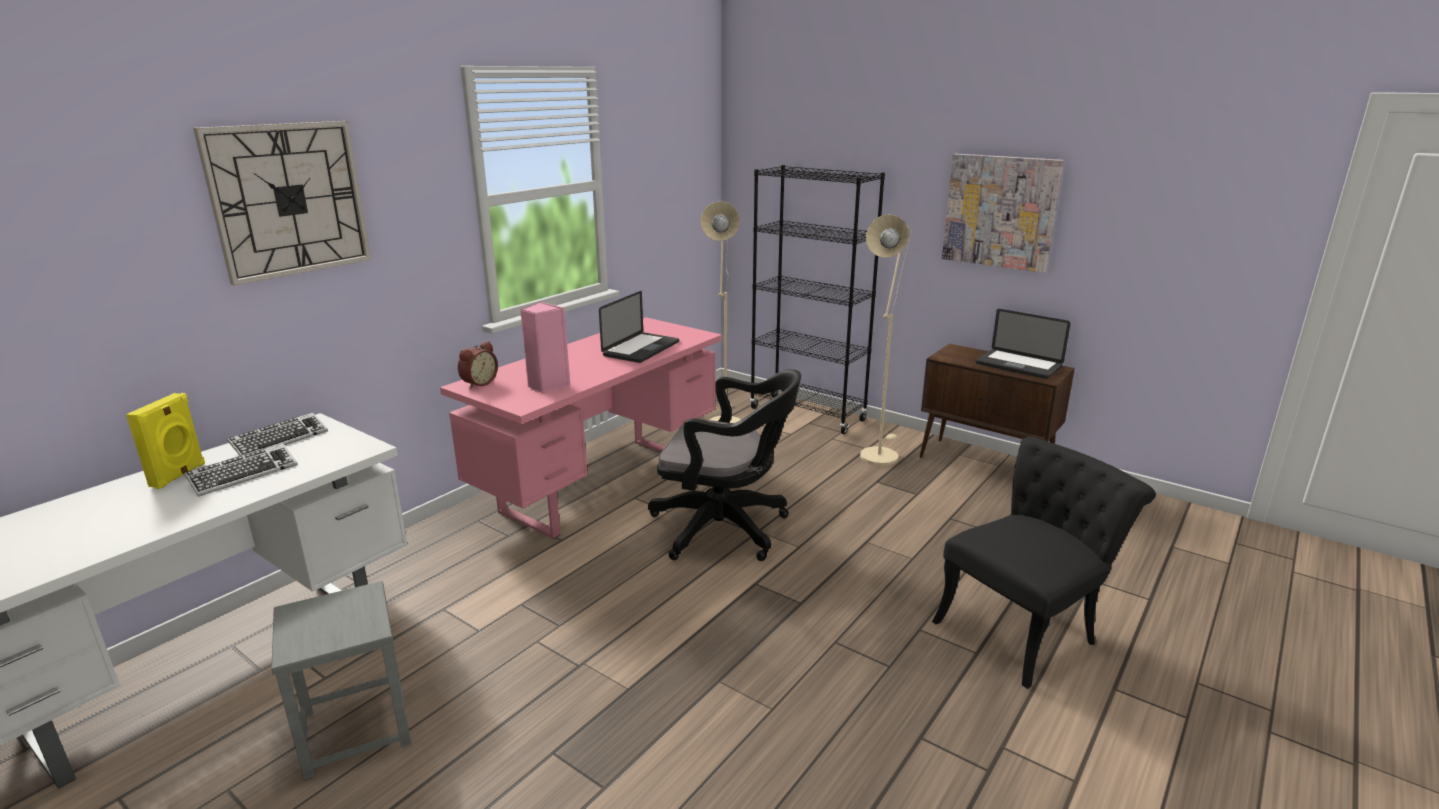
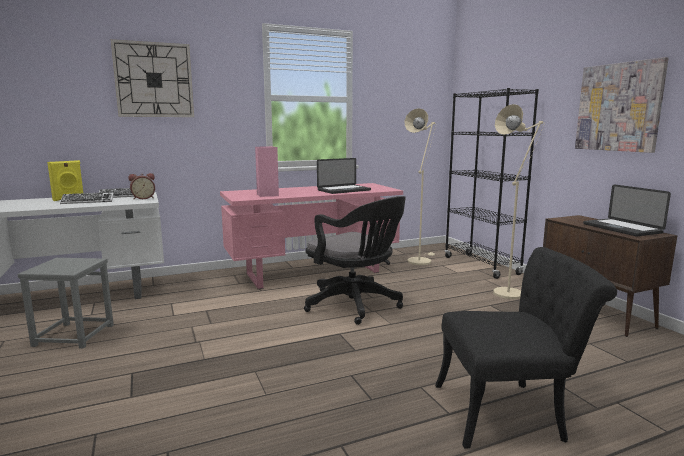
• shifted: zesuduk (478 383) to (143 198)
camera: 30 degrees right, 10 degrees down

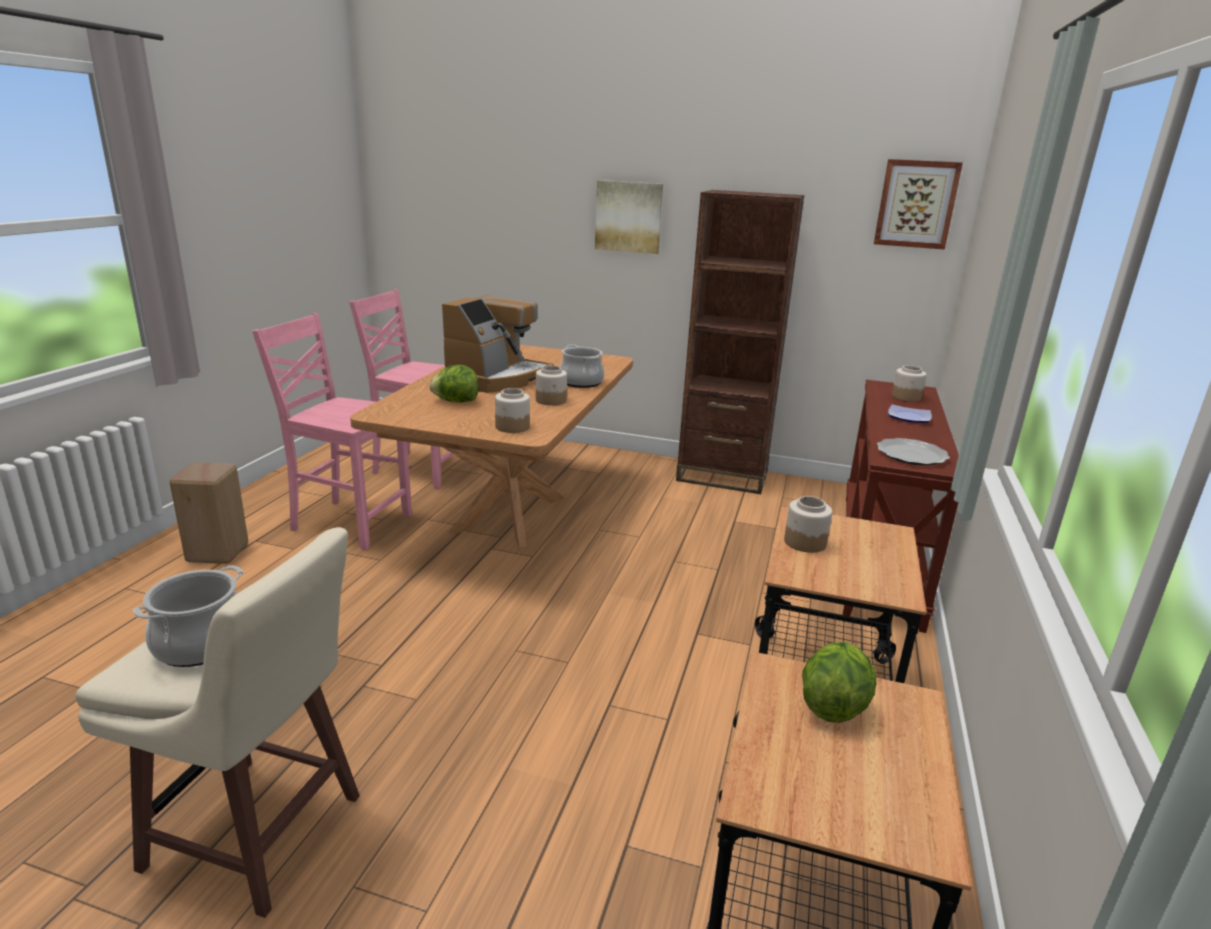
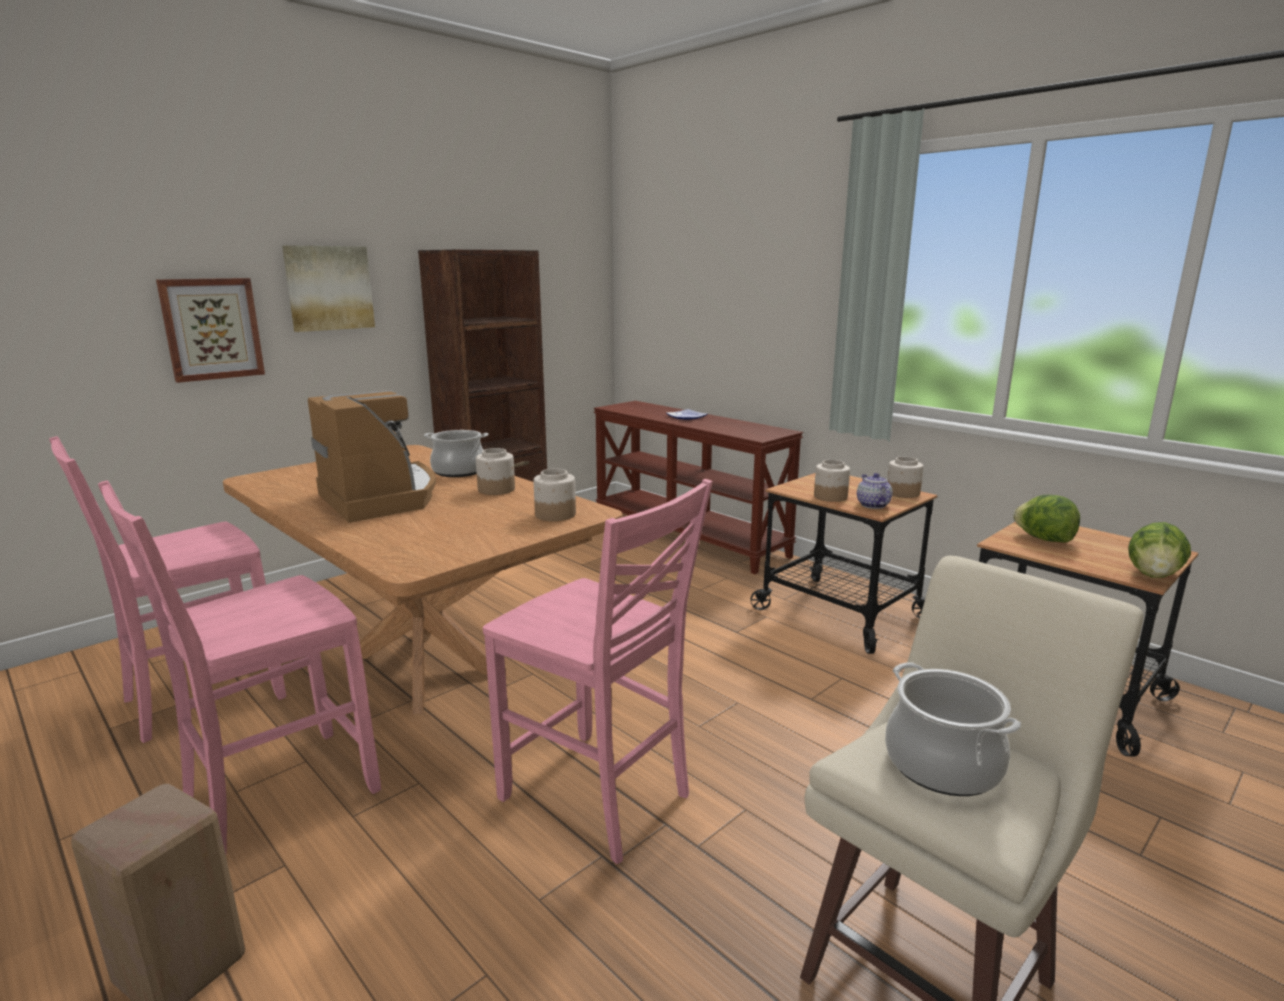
• gone: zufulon (911 455)
• new: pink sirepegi (598 797)
• new: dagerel (872 505)
• shifted: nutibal (456 401) to (1153 575)
• shifted: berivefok (916 204) to (212 329)
• shifted: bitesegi (905 397) to (902 493)
camera: 60 degrees left, 5 degrees down

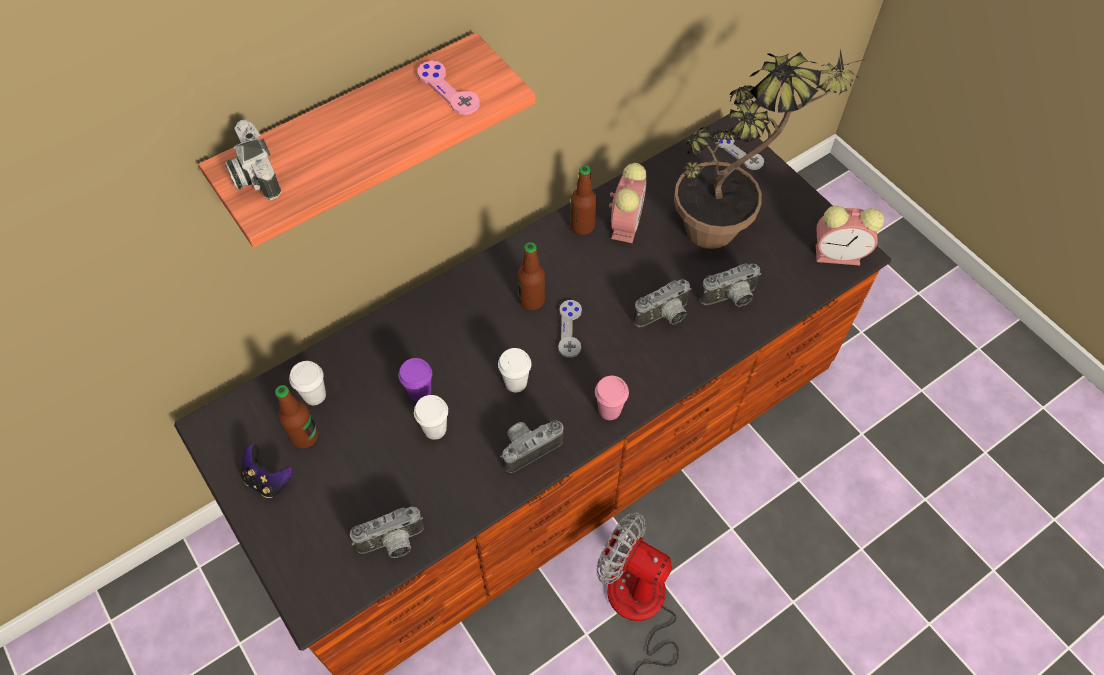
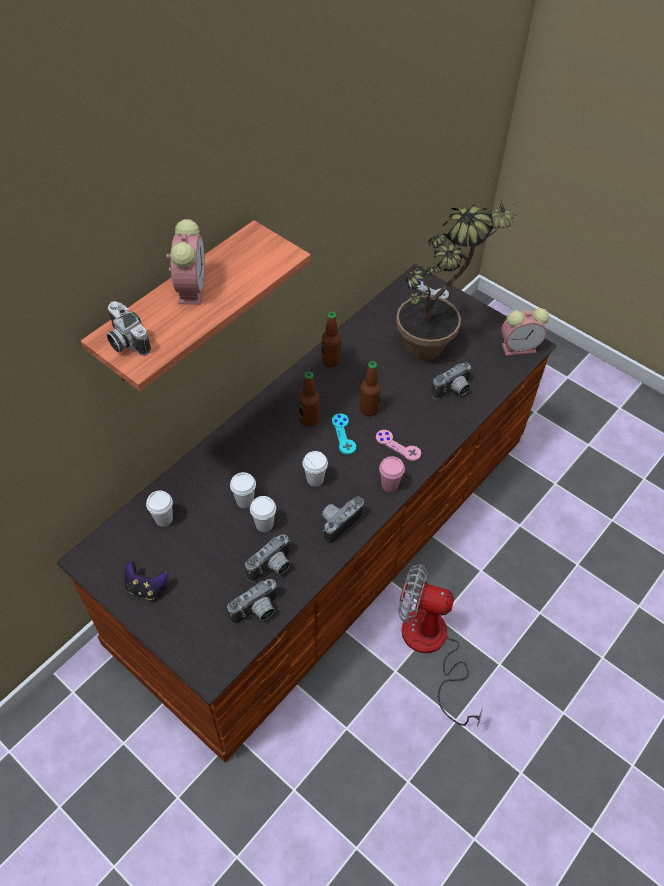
• shifted: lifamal (304 436) to (369 409)
• shifted: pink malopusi (448 89) to (398 446)
• shifted: zesuduk (626 223) to (191 287)
• shifted: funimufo (664 317) to (273 568)
• repainted: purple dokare (420 392) to white dokare (245 501)
• repainted: grey malopusi (570 329) to turquoise malopusi (343 434)
camera: 15 degrees left, 5 degrees down

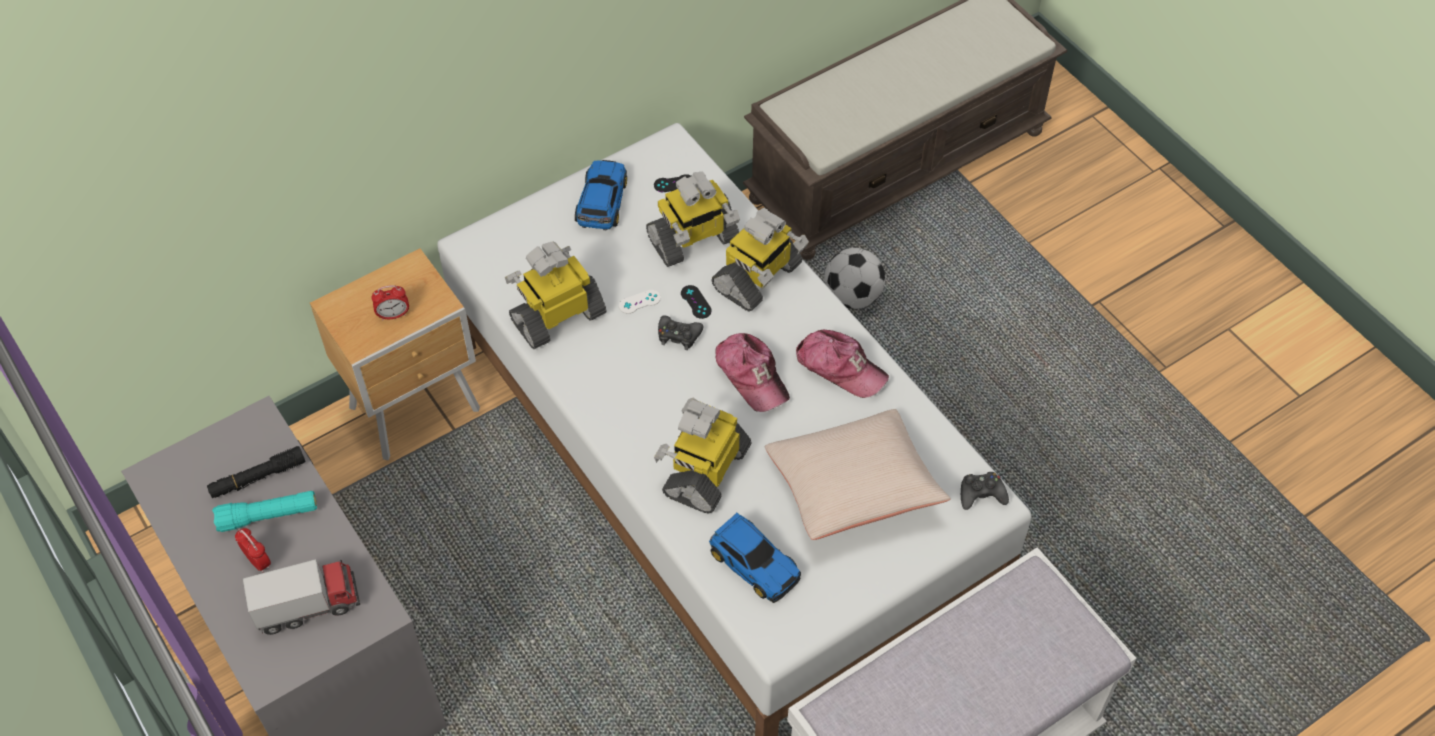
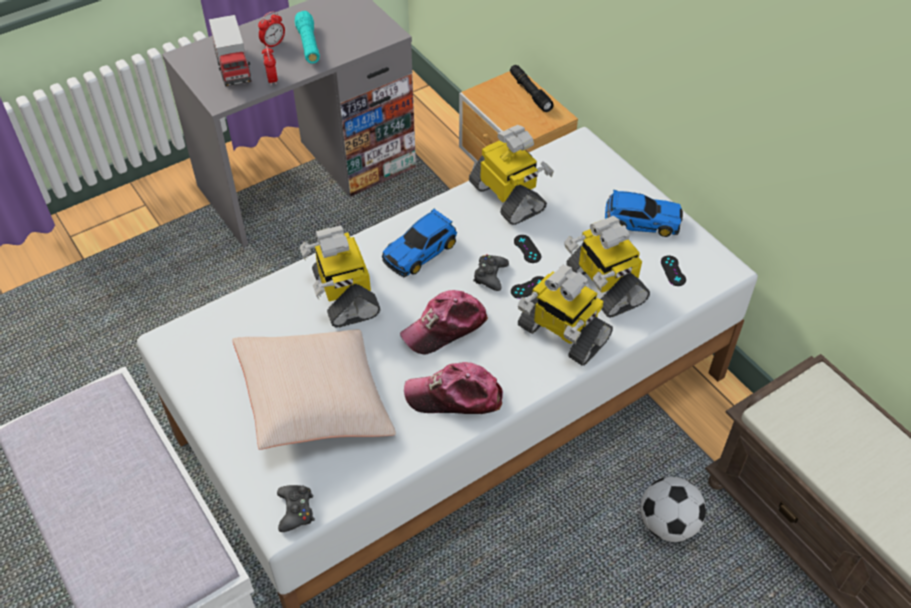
• shifted: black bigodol (258 478) to (530 92)
• shifted: zesuduk (393 315) to (272 79)
• shifted: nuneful (753 562) to (421 250)
• repainted: white malopusi (639 302) to black malopusi (527 249)
• rotated: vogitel (705 470) = (344 295) 135 degrees counterclockwise
• rotated: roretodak (840 367) = (454 396) 60 degrees clockwise
camera: 90 degrees right, 5 degrees down

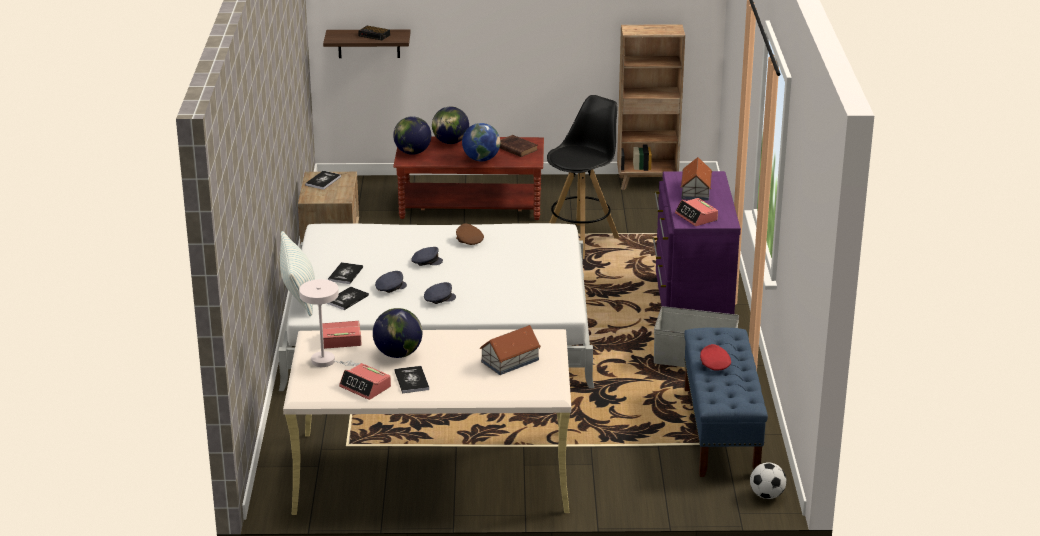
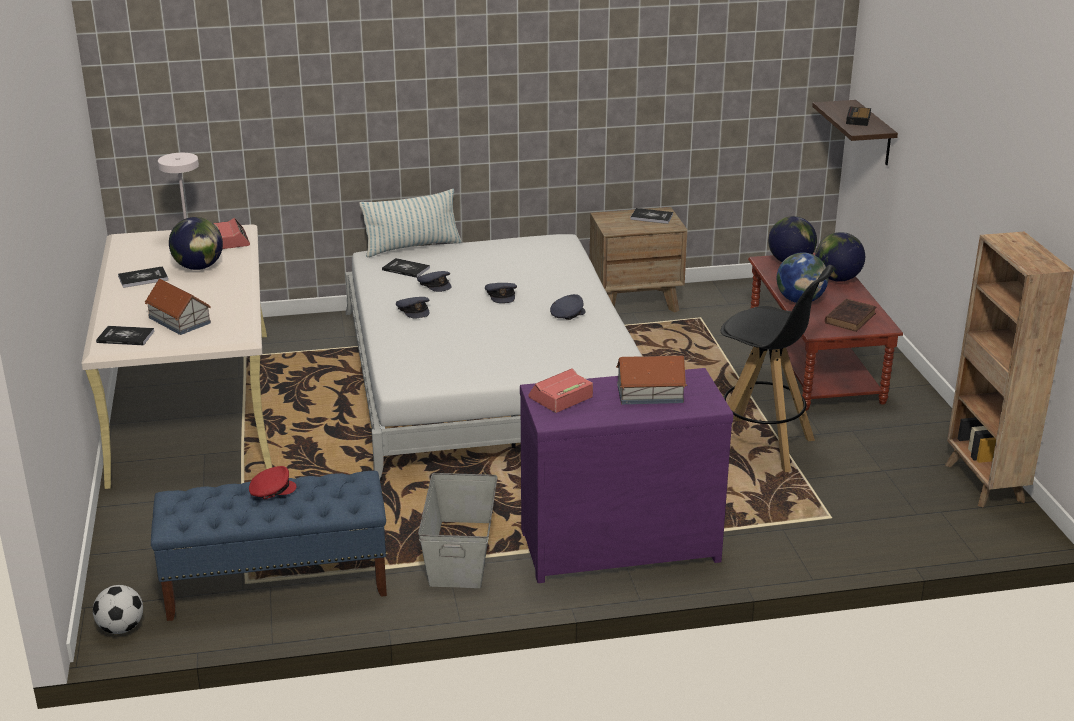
• gone: zesuduk (365 387)
• shifted: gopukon (345 274) to (125 337)
• repainted: brown roretodak (469 240) to grey roretodak (567 314)
camera: 80 degrees right, 0 degrees up

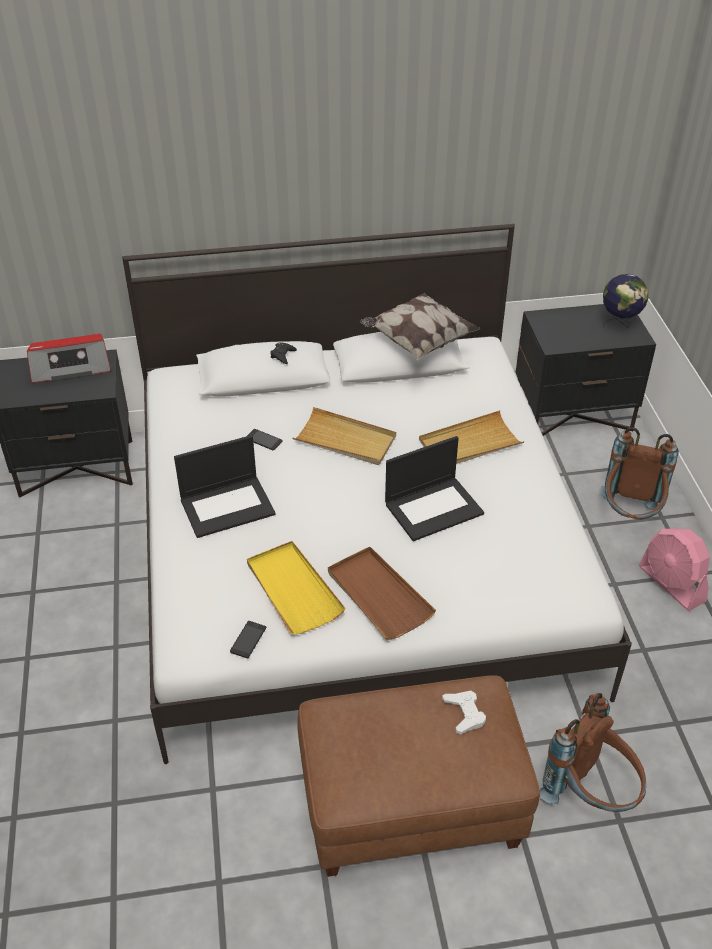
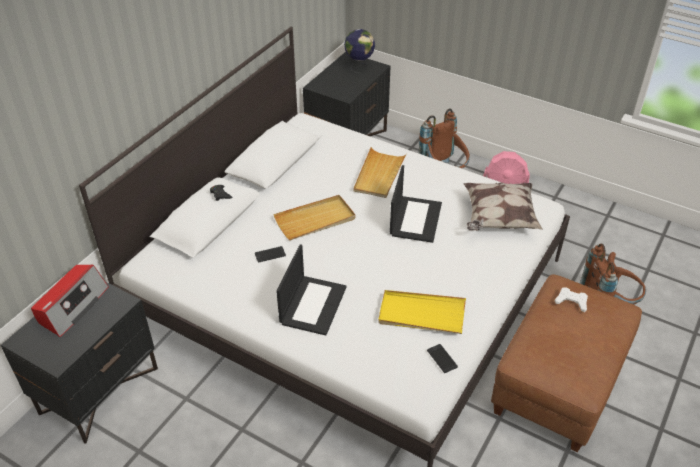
• gone: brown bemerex (378 595)
• shifted: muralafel (418 341) to (498 219)
camera: 50 degrees left, 0 degrees up

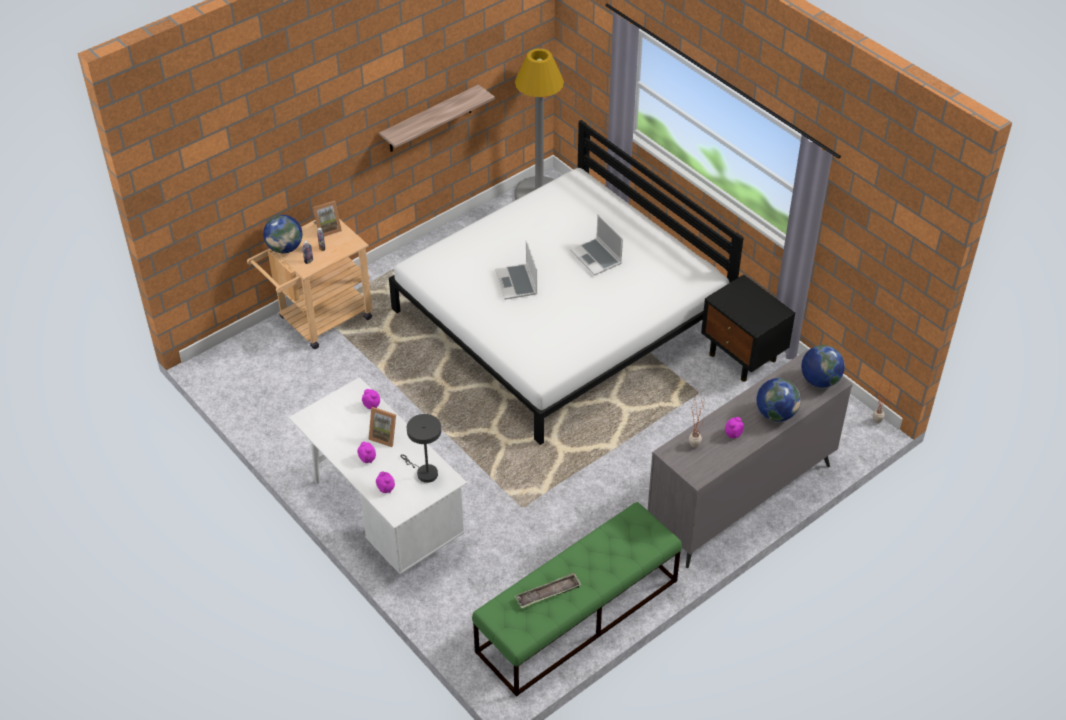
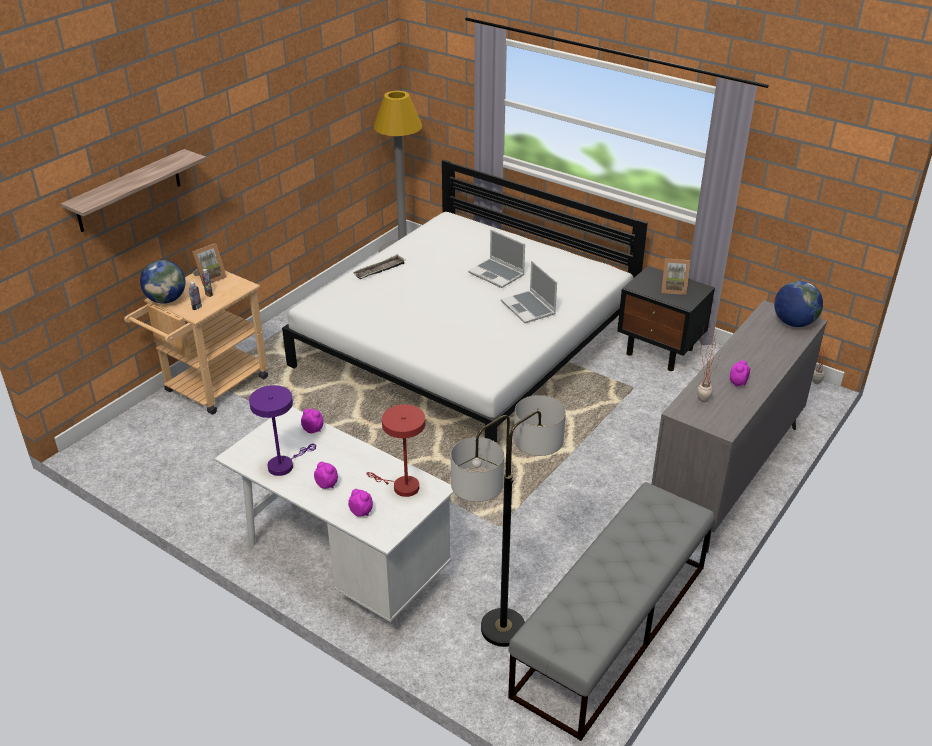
• gone: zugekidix (776 414)
• new: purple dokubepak (284 464)
• new: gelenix (503 628)
• shifted: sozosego (385 436) to (673 289)
• shifted: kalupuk (430 119) to (128 191)
• shifted: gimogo (517 283) to (529 308)
• shifted: bemerex (548 593) to (379 270)
• repainted: grey dokubepak (424 472) to red dokubepak (401 487)
• repainted: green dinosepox (577 616) to grey dinosepox (611 629)
camera: 15 degrees left, 10 degrees down

